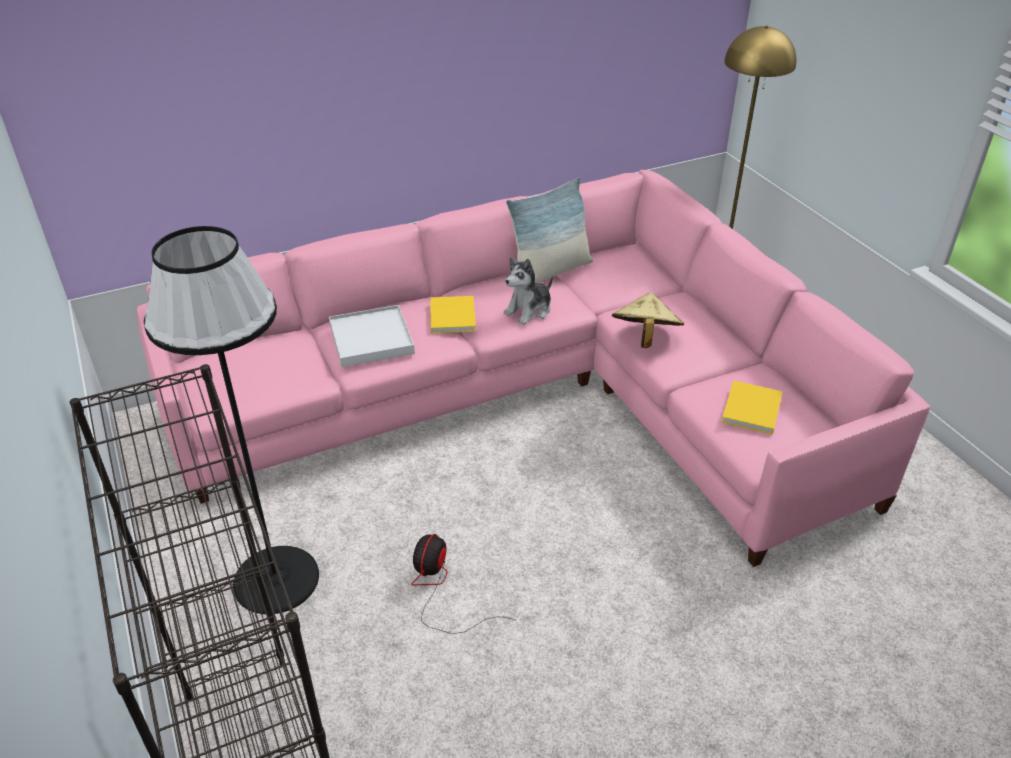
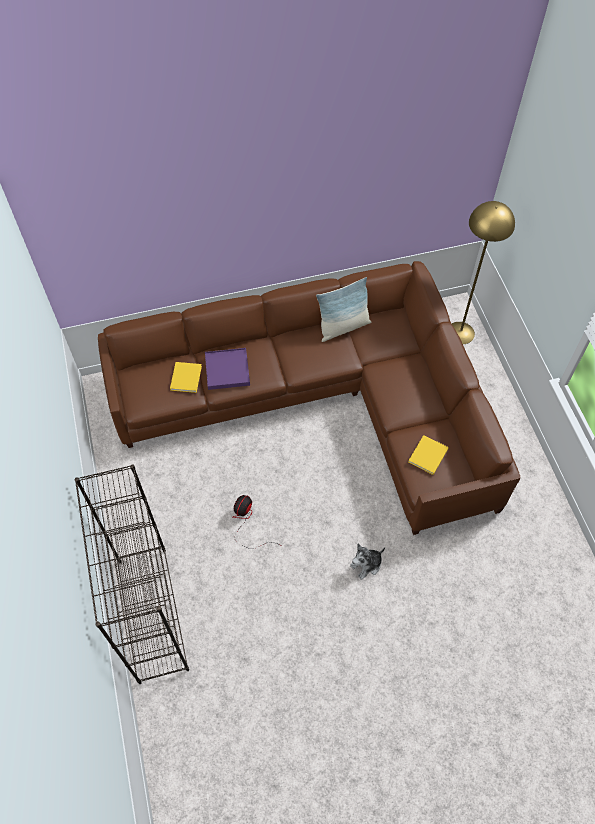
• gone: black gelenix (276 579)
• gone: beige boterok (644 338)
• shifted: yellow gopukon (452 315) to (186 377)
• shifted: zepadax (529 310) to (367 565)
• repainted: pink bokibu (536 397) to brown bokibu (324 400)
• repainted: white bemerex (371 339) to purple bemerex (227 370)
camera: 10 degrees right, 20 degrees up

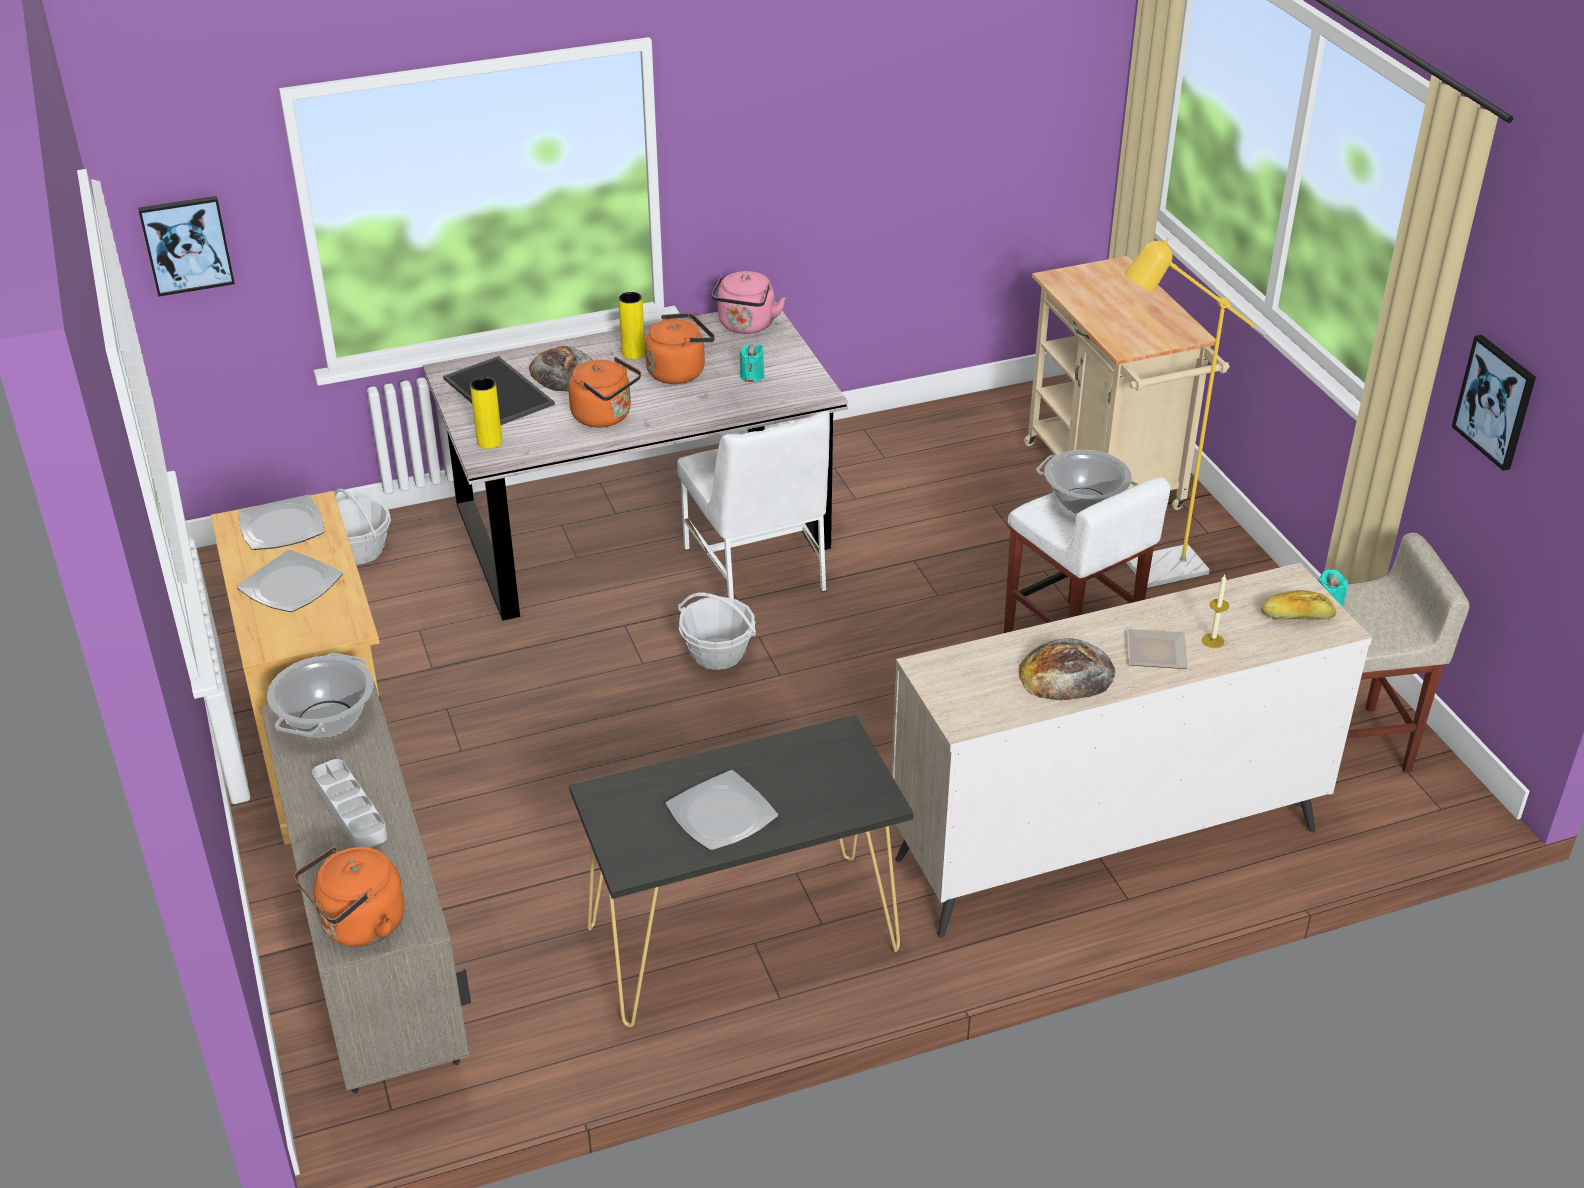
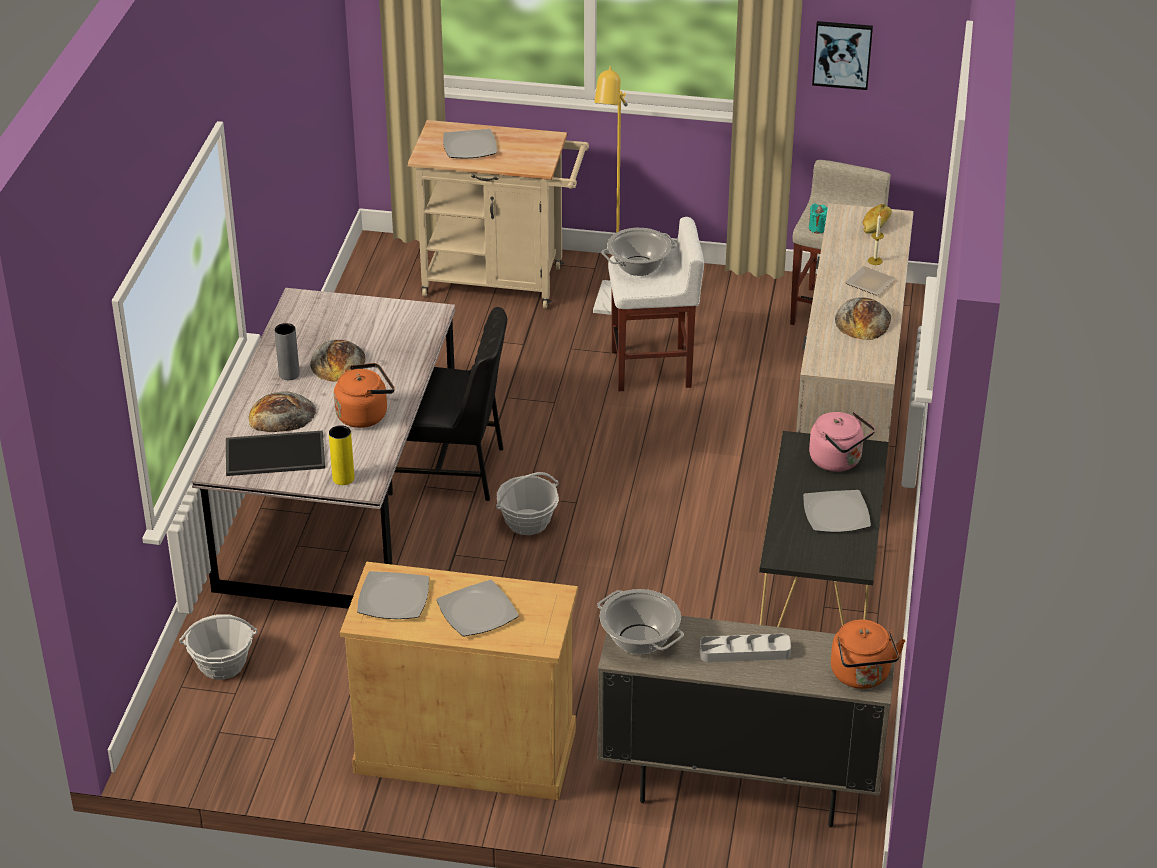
• gone: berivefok (186 244)
• gone: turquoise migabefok (752 376)
• new: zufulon (470 147)
• shifted: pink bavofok (746 326) to (838 461)
• swapped: orange bavofok (679 371) to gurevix (338 362)
• repainted: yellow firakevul (633 353) to grey firakevul (289 374)
• repainted: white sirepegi (757 570) to black sirepegi (449 470)
camera: 60 degrees left, 0 degrees up

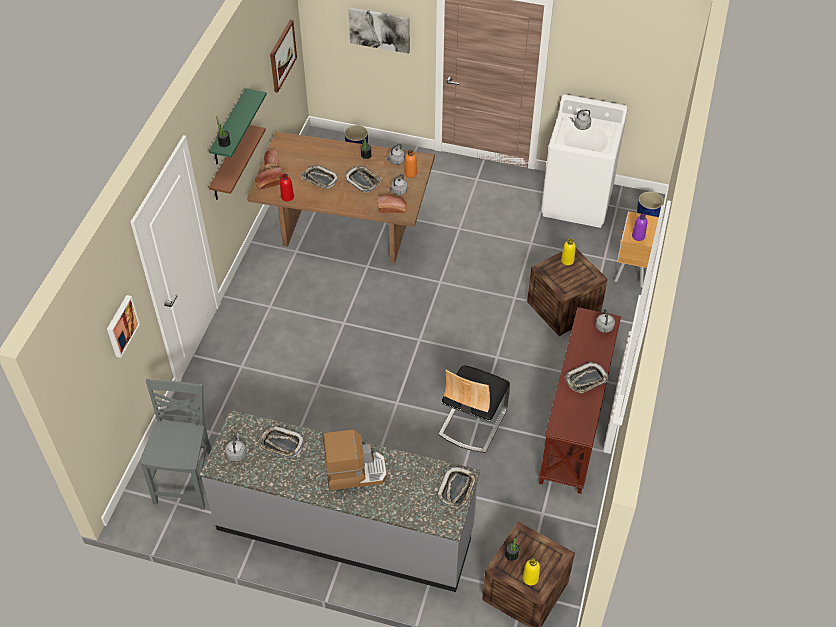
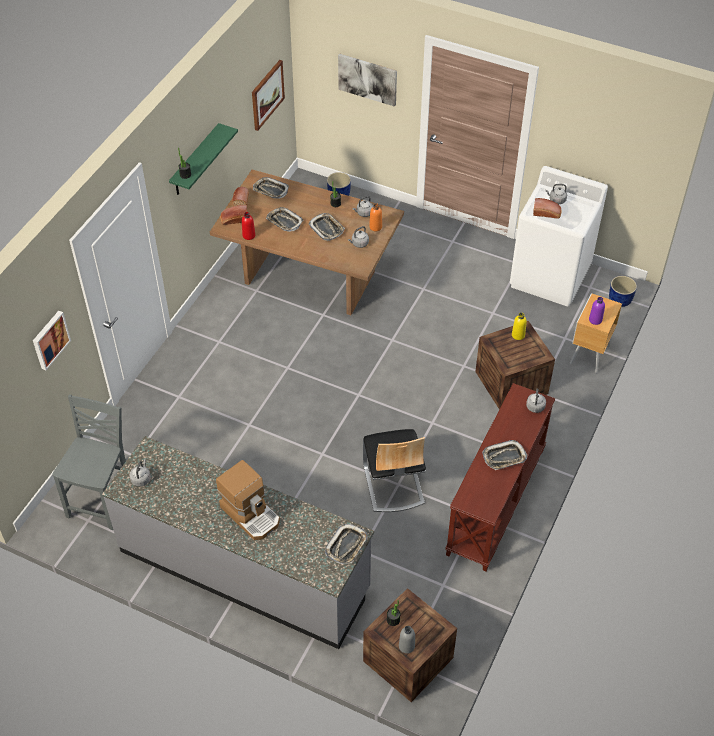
• gone: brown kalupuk (228 164)
• shifted: bemerex (281 444) to (270 190)
• shifted: gurevix (393 208) to (547 213)
• repainted: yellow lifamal (530 578) to grey lifamal (406 646)
• rotated: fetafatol (355 471) = (251 514) 45 degrees clockwise
• rotated: sirepegi (472 422) = (393 484) 45 degrees counterclockwise
camera: 10 degrees right, 0 degrees up

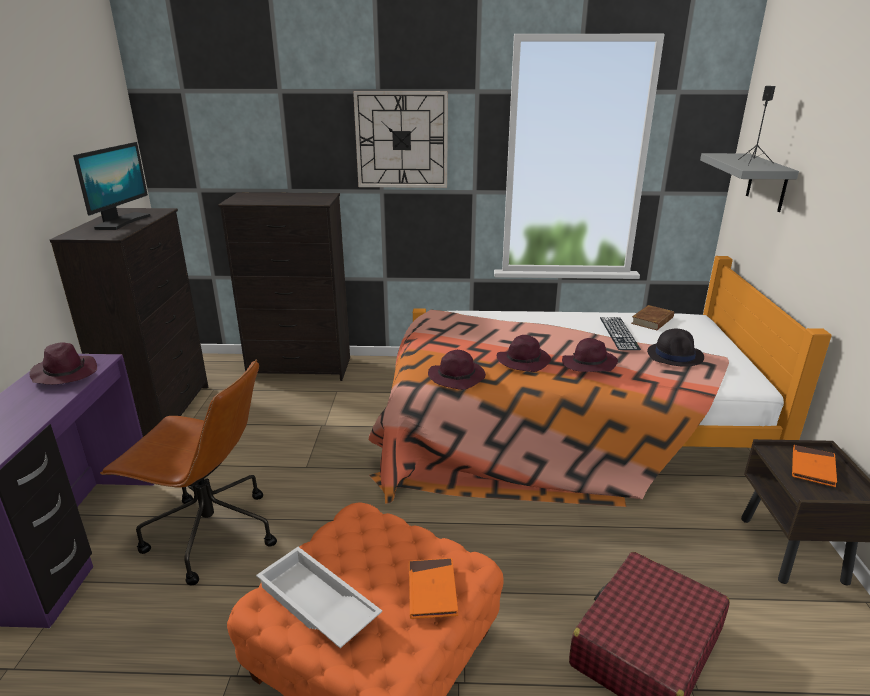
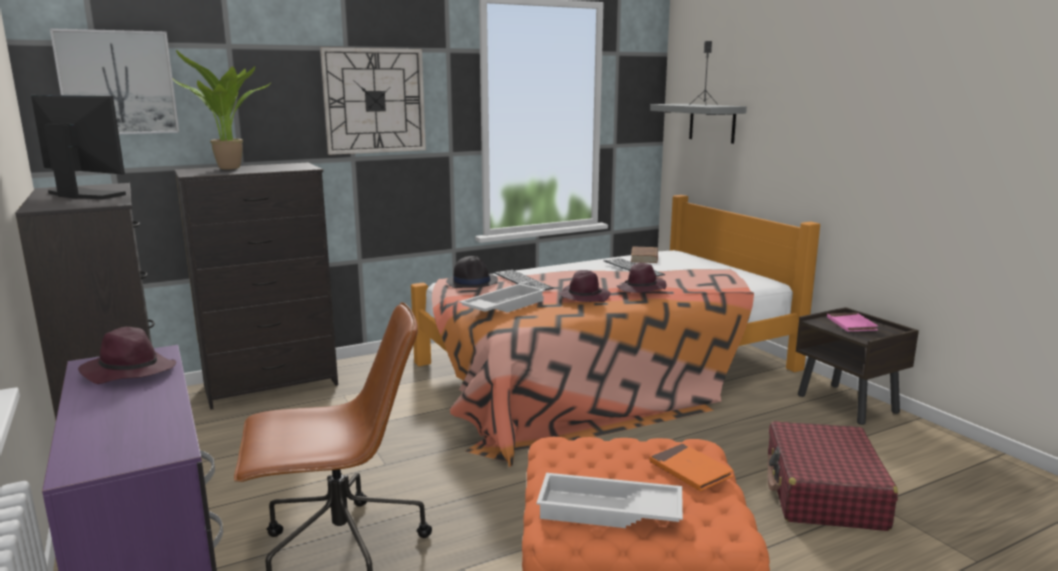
• gone: purple boterok (457 377)
• new: berivefok (117 83)
• new: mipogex (231 168)
• new: white bemerex (503 306)
• new: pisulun (522 280)
• shifted: black boterok (675 355) to (472 282)
• repainted: orange gopukon (812 468) to pink gopukon (851 325)
• rotated: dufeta (122 222) = (84 195) 45 degrees counterclockwise
camera: 30 degrees left, 10 degrees down

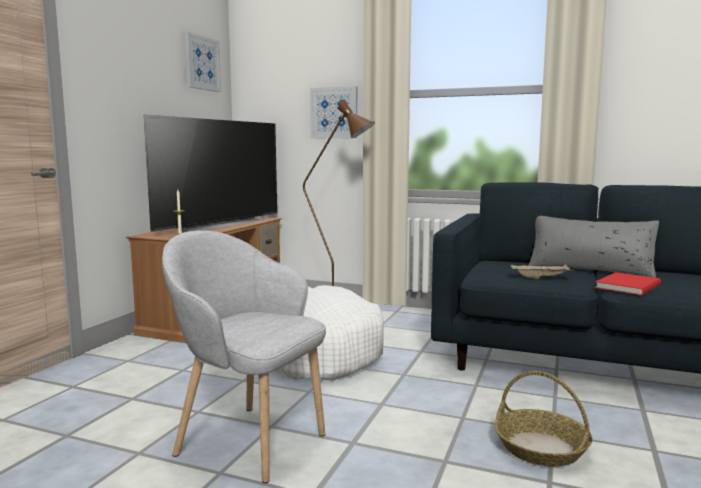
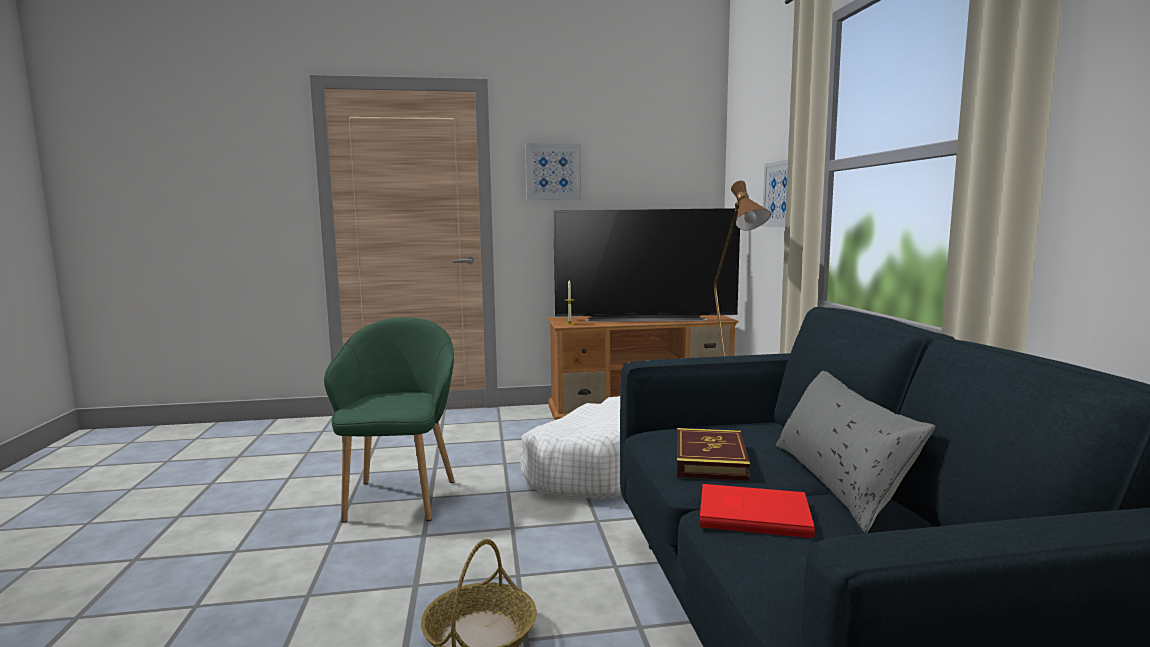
• shifted: berivefok (202 63) to (553 172)
• swapped: beige bemerex (541 278) to gopukon (710 460)
• repainted: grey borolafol (249 441) to green borolafol (400 498)
camera: 60 degrees right, 0 degrees up

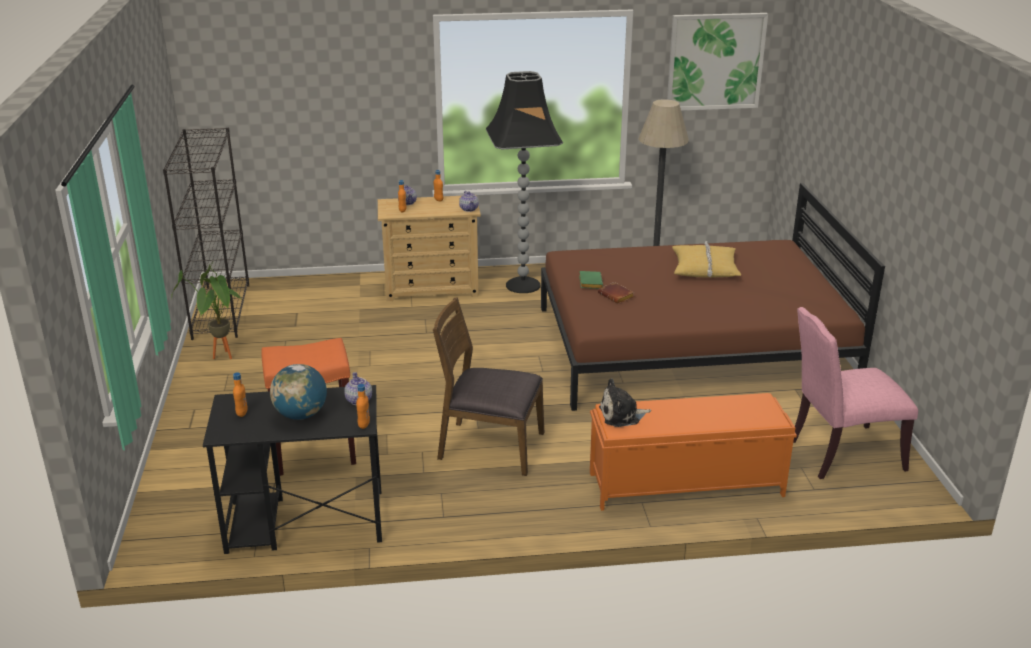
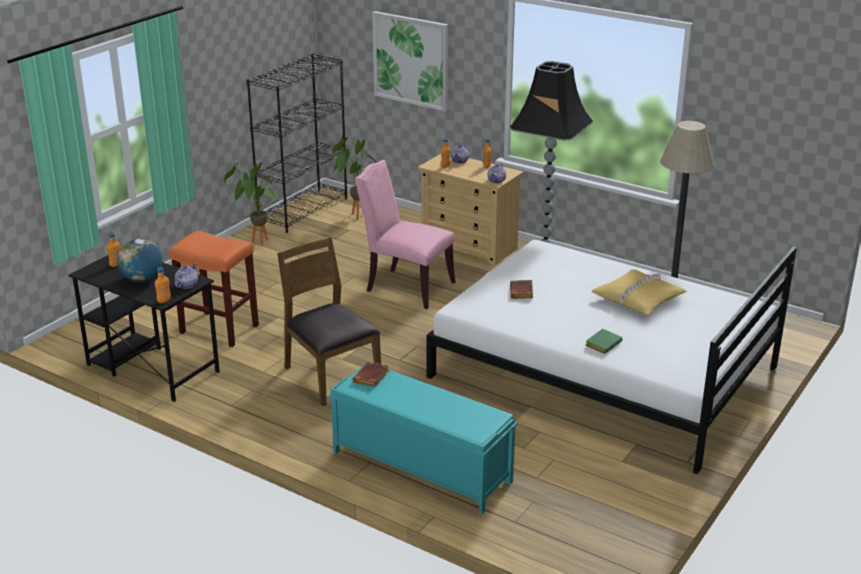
• new: mipogex (354 216)
• shifted: green gopukon (589 282) to (603 343)
• shifted: berivefok (715 61) to (411 60)
• shifted: pink sirepegi (841 454) to (406 287)
• swapped: zepadax (622 415) to brown gopukon (371 378)
• repainted: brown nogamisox (691 347) to white nogamisox (603 372)
• repainted: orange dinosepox (684 484) to turquoise dinosepox (420 466)
camera: 40 degrees right, 0 degrees up

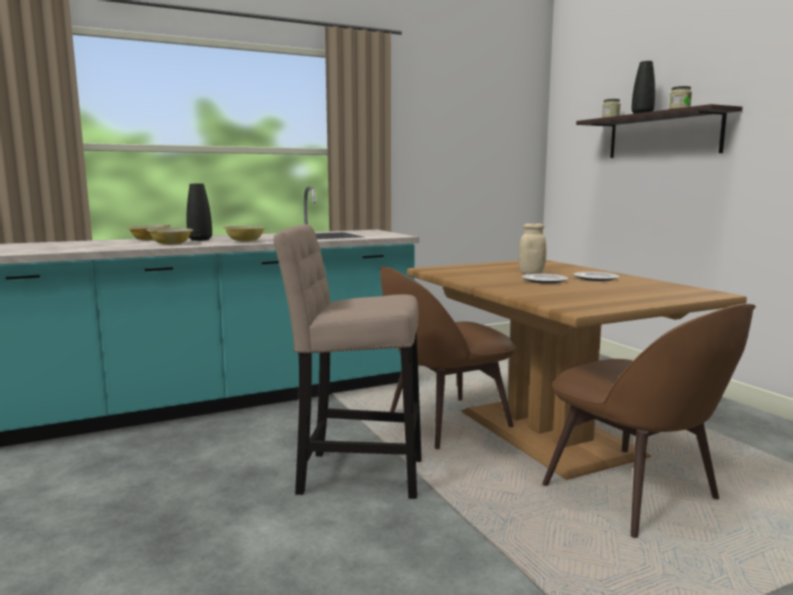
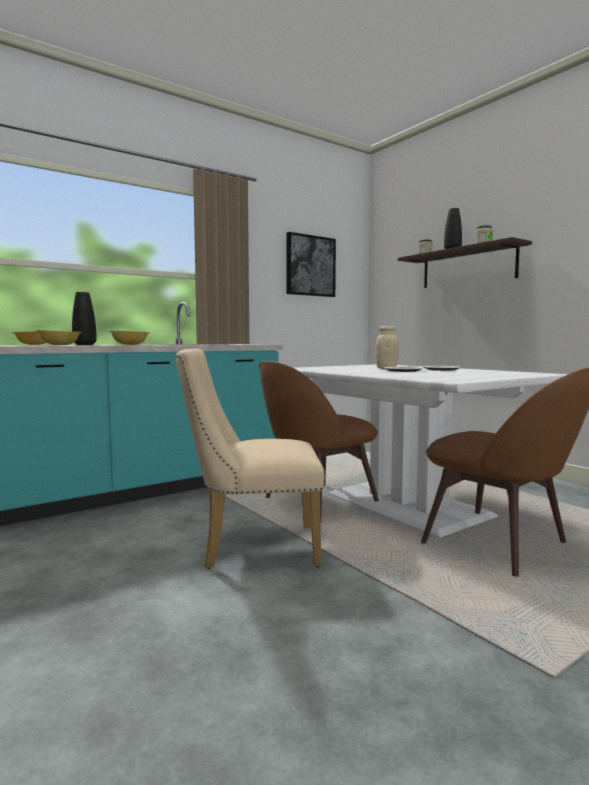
• new: berivefok (310 266)
• swapped: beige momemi (353 474) to beige sirepegi (251 547)
• repainted: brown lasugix (546 433) to white lasugix (406 505)
camera: 10 degrees left, 5 degrees down

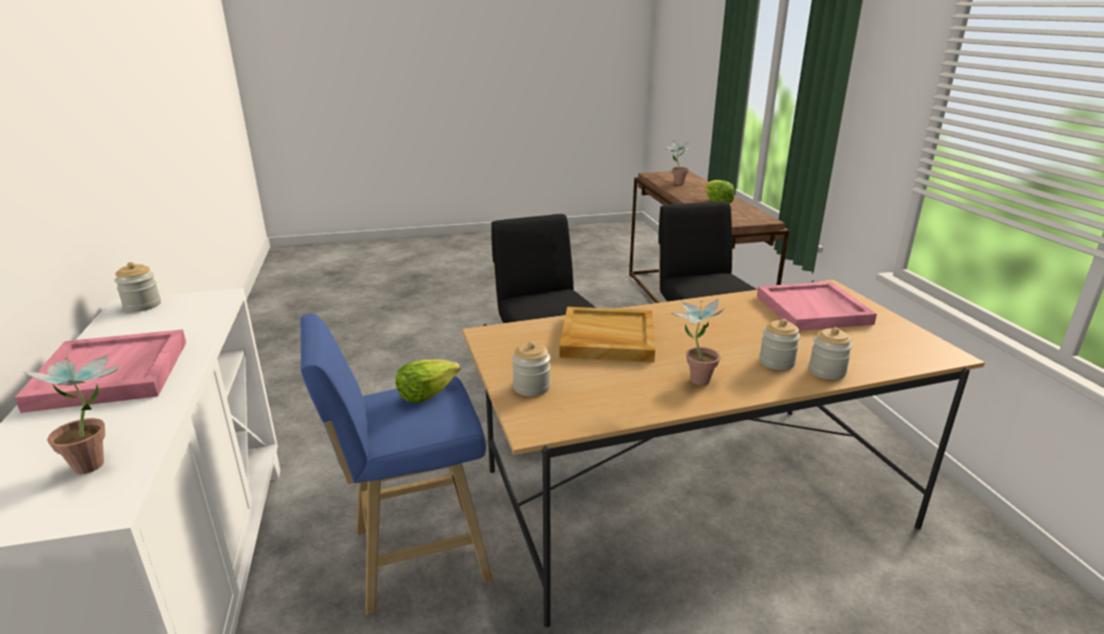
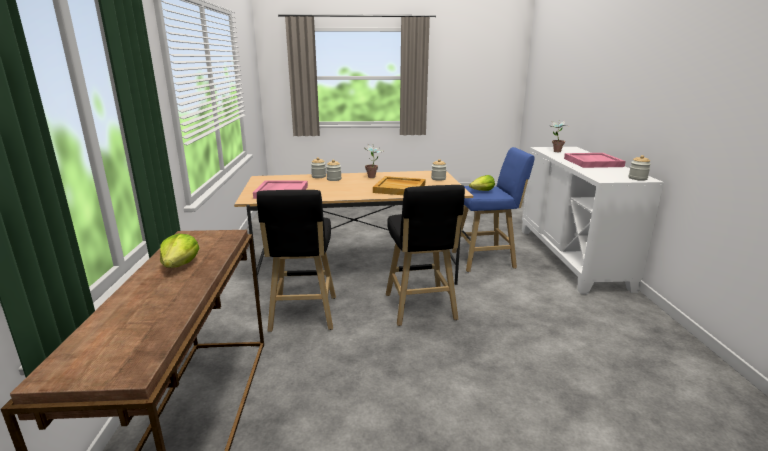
• gone: mipogex (675 184)
camera: 170 degrees left, 5 degrees down

